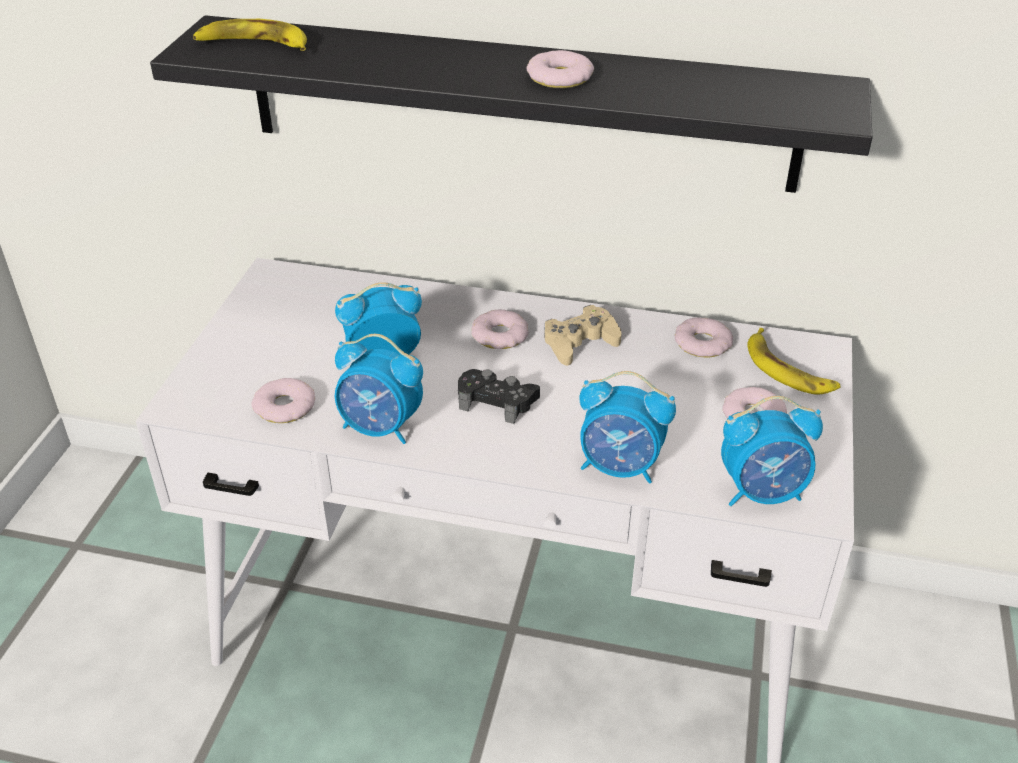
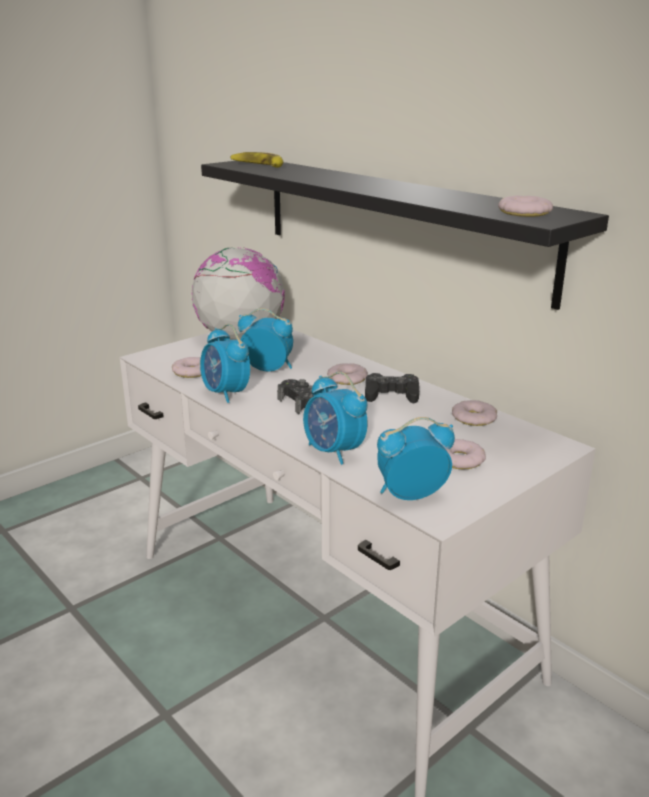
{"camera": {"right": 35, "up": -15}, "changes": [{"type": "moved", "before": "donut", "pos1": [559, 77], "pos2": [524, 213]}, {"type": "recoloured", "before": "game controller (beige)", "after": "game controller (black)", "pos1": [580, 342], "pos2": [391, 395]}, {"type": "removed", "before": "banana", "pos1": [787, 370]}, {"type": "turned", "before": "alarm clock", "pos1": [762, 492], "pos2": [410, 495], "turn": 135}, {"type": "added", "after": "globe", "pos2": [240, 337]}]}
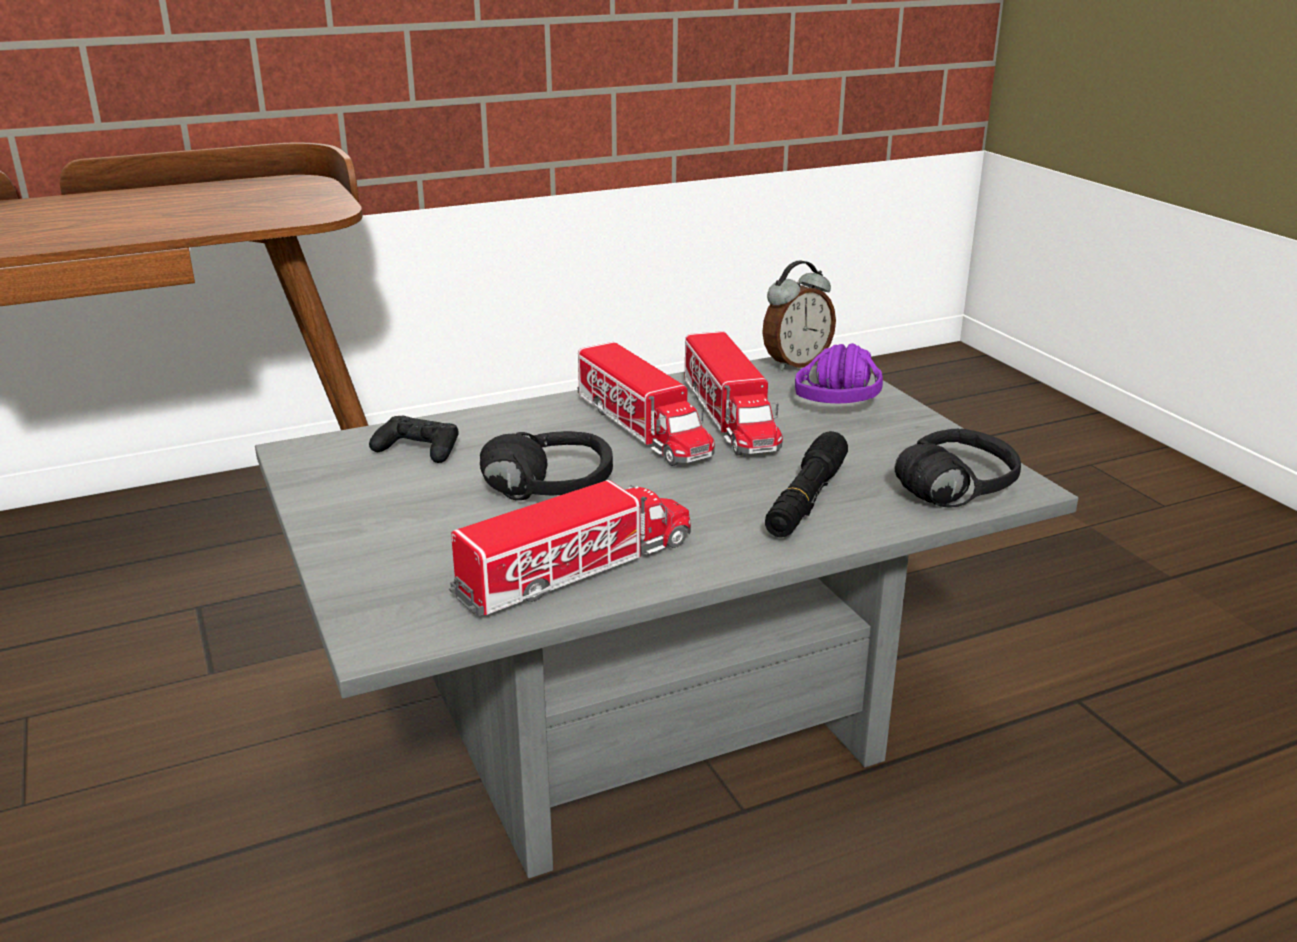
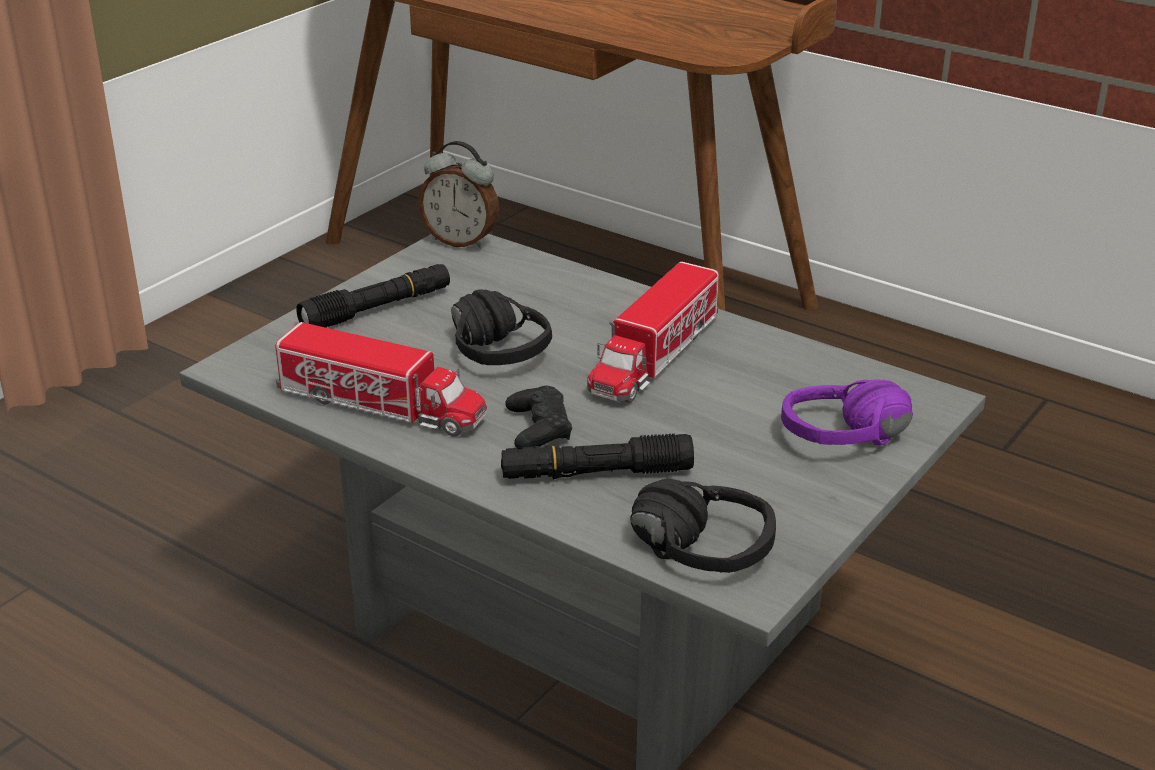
{"camera": {"right": 60, "up": 5}, "changes": [{"type": "moved", "before": "alarm clock", "pos1": [795, 363], "pos2": [461, 241]}, {"type": "removed", "before": "toy truck", "pos1": [730, 417]}, {"type": "moved", "before": "game controller (black)", "pos1": [418, 449], "pos2": [538, 428]}, {"type": "added", "after": "flashlight (black)", "pos2": [377, 309]}]}
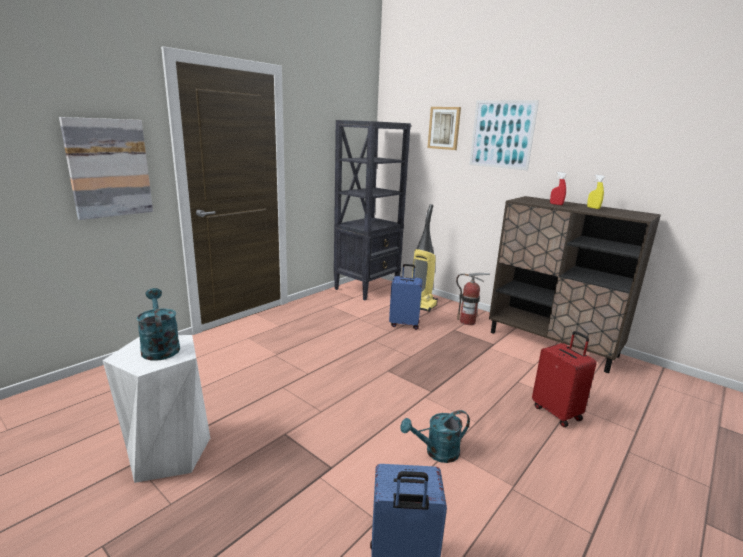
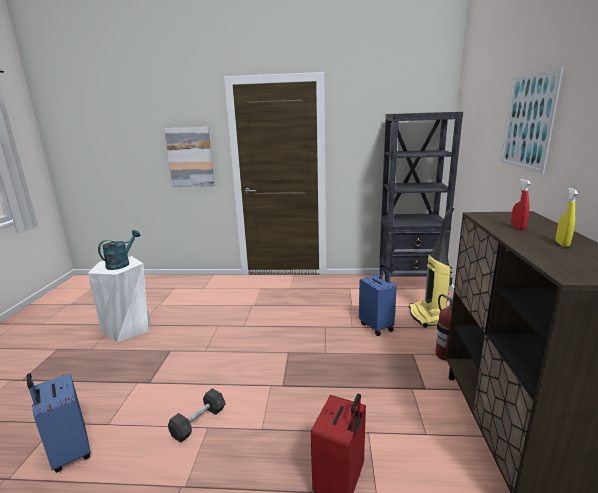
{"camera": {"right": 55, "up": 0}, "changes": [{"type": "removed", "before": "picture", "pos1": [444, 128]}, {"type": "replaced", "before": "watering can (turquoise)", "after": "dumbbell (grey)", "pos1": [436, 452], "pos2": [199, 422]}]}
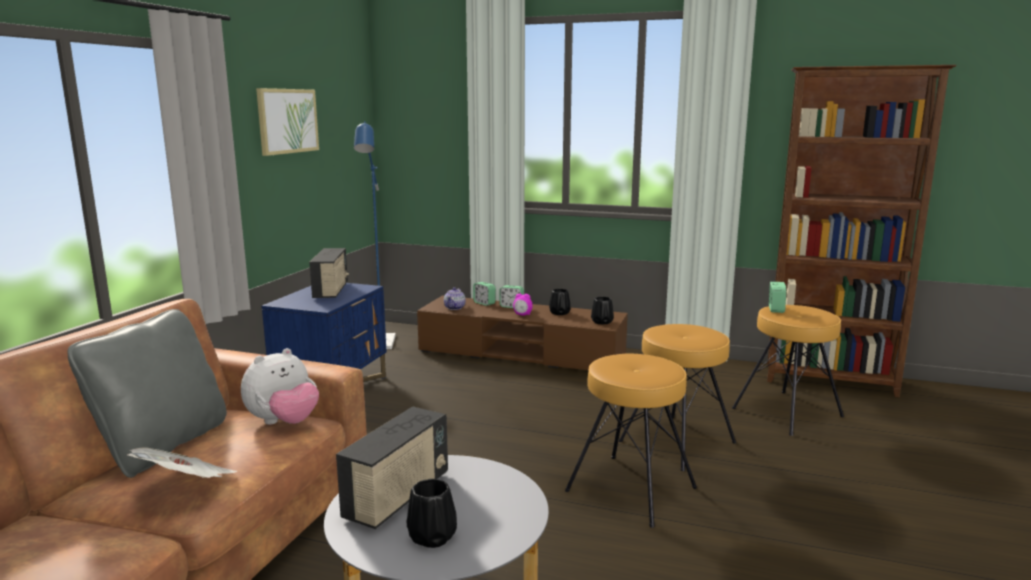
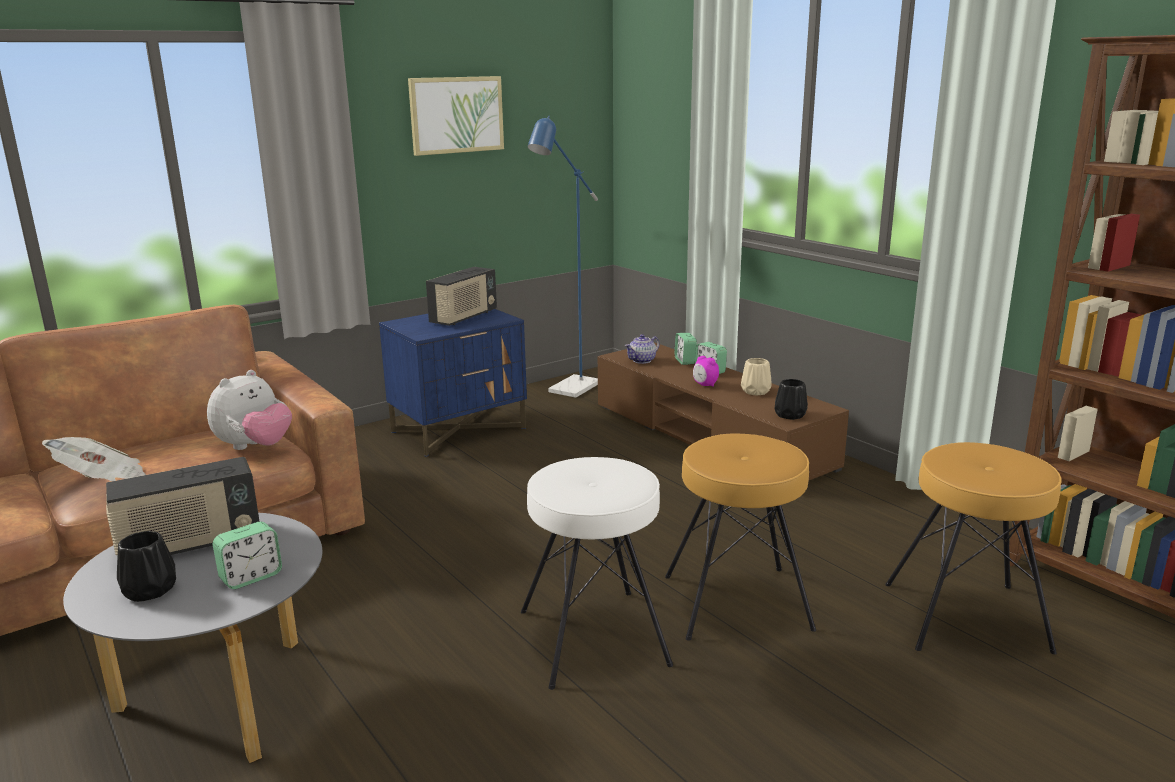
{"camera": {"right": 35, "up": 5}, "changes": [{"type": "moved", "before": "alarm clock", "pos1": [776, 309], "pos2": [251, 577]}, {"type": "recoloured", "before": "vase (black)", "after": "vase (beige)", "pos1": [559, 312], "pos2": [755, 391]}, {"type": "removed", "before": "pillow (grey)", "pos1": [162, 445]}, {"type": "turned", "before": "plush toy", "pos1": [284, 422], "pos2": [254, 447], "turn": -45}, {"type": "recoloured", "before": "stool (brown)", "after": "stool (white)", "pos1": [631, 488], "pos2": [594, 636]}]}
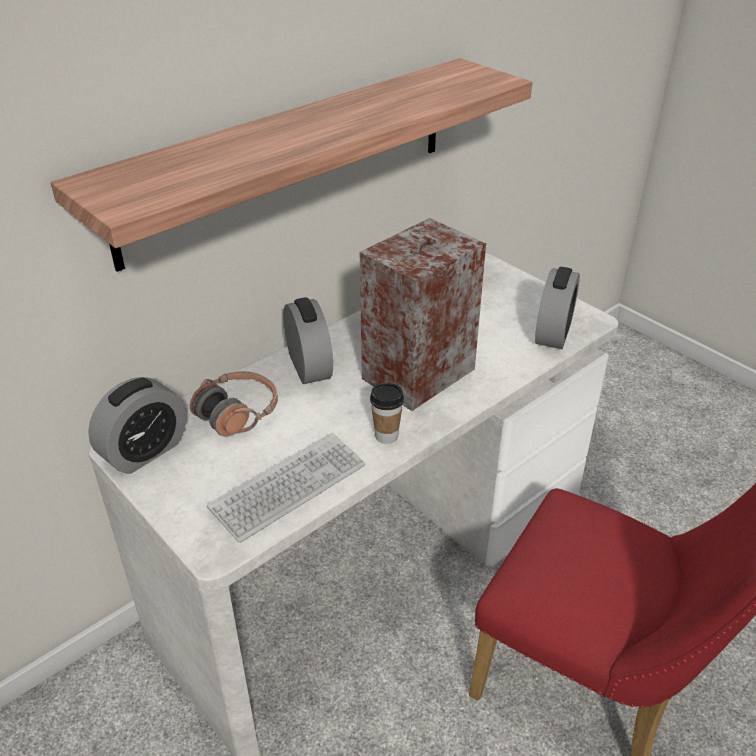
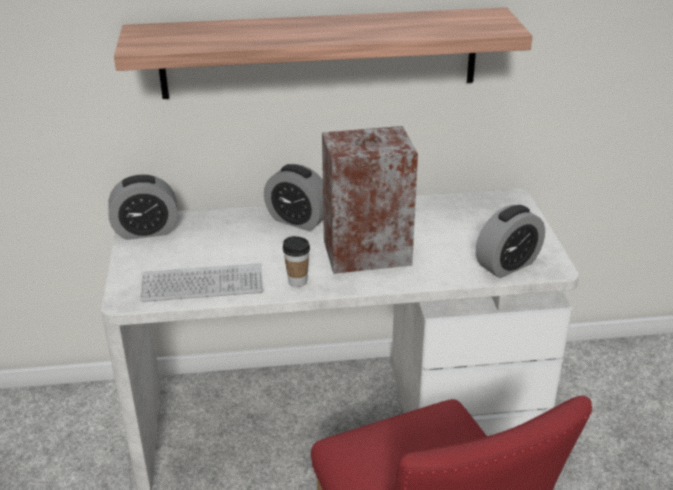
{"camera": {"right": 35, "up": -5}, "changes": [{"type": "turned", "before": "alarm clock", "pos1": [309, 366], "pos2": [298, 220], "turn": 105}, {"type": "removed", "before": "headphones", "pos1": [238, 413]}]}
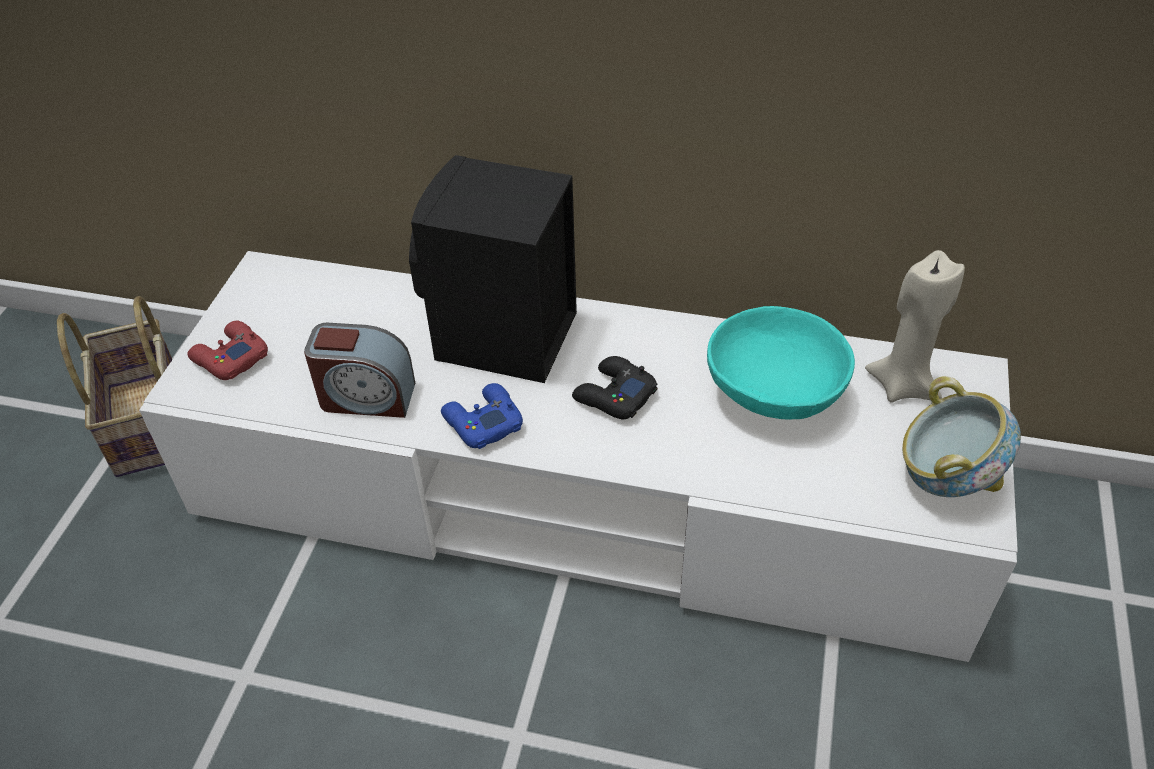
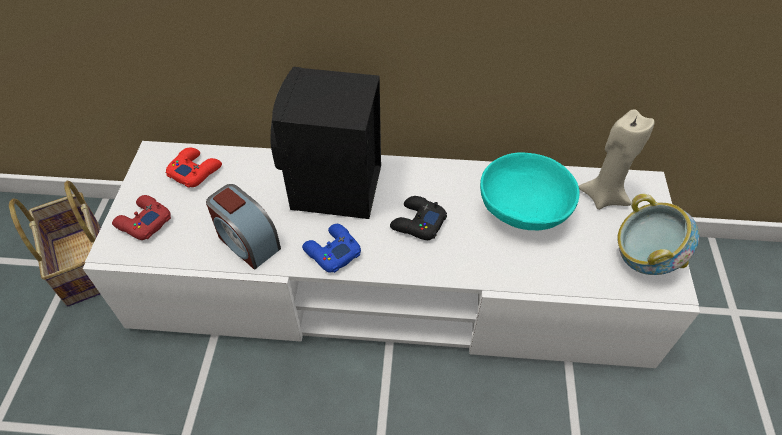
{"camera": {"right": -10, "up": 5}, "changes": [{"type": "turned", "before": "alarm clock", "pos1": [366, 397], "pos2": [247, 242], "turn": 45}, {"type": "added", "after": "game controller (red)", "pos2": [195, 171]}]}
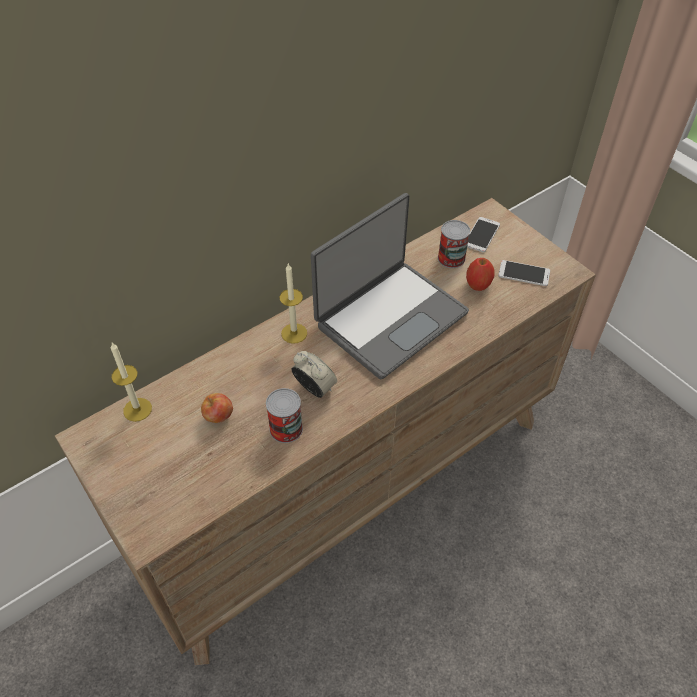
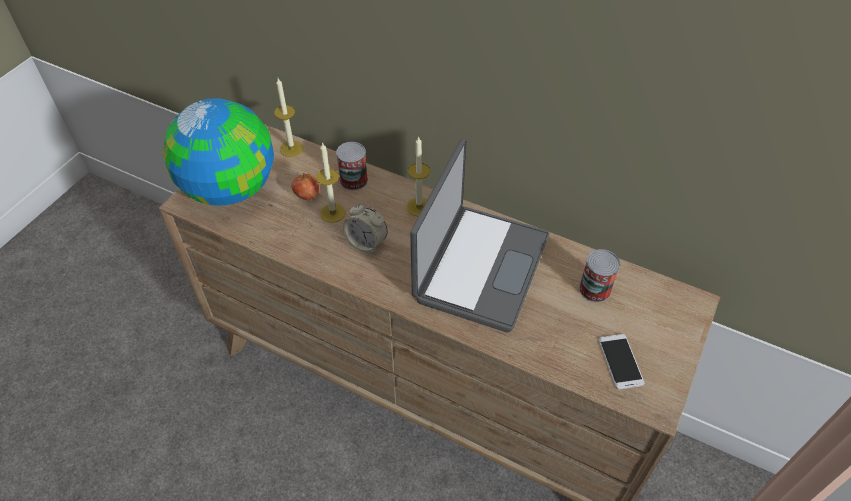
{"camera": {"right": 65, "up": 0}, "changes": [{"type": "turned", "before": "laptop", "pos1": [389, 318], "pos2": [479, 267], "turn": -90}, {"type": "removed", "before": "phone", "pos1": [481, 235]}, {"type": "removed", "before": "apple", "pos1": [478, 285]}, {"type": "turned", "before": "alarm clock", "pos1": [314, 388], "pos2": [366, 243], "turn": 105}, {"type": "moved", "before": "can", "pos1": [286, 428], "pos2": [353, 180]}, {"type": "added", "after": "globe", "pos2": [231, 188]}, {"type": "added", "after": "candle", "pos2": [332, 213]}]}
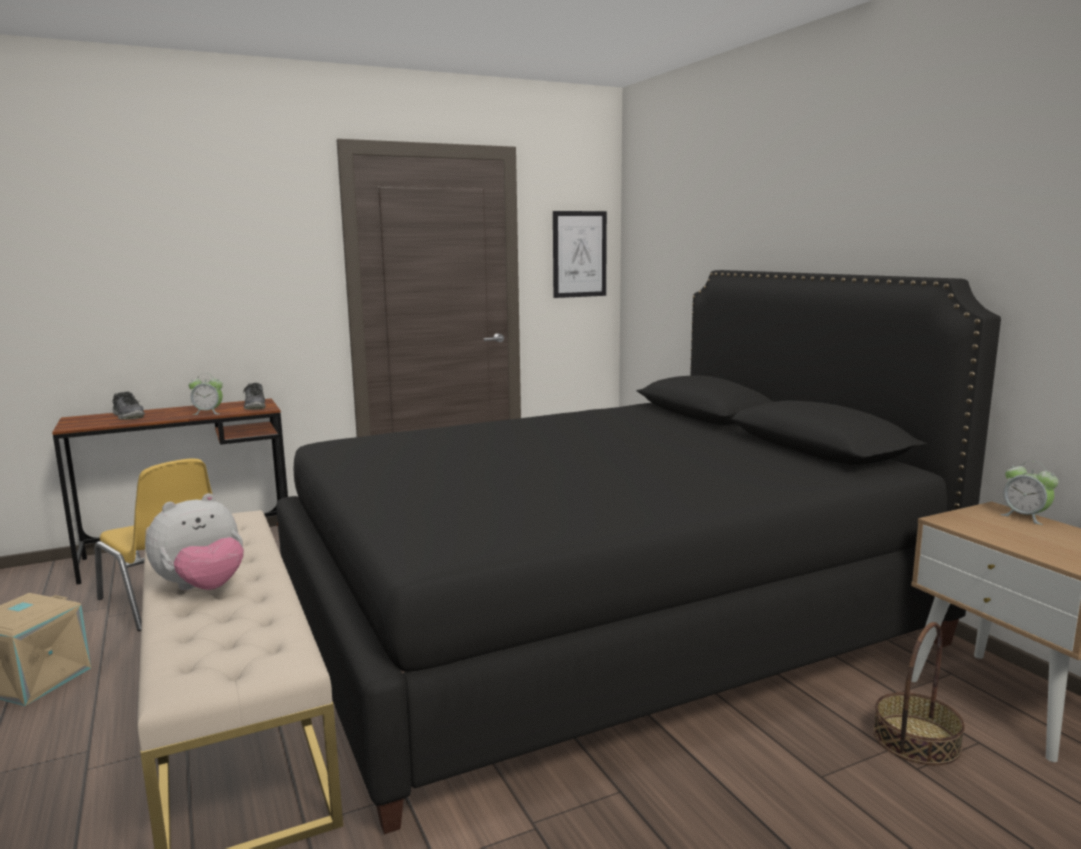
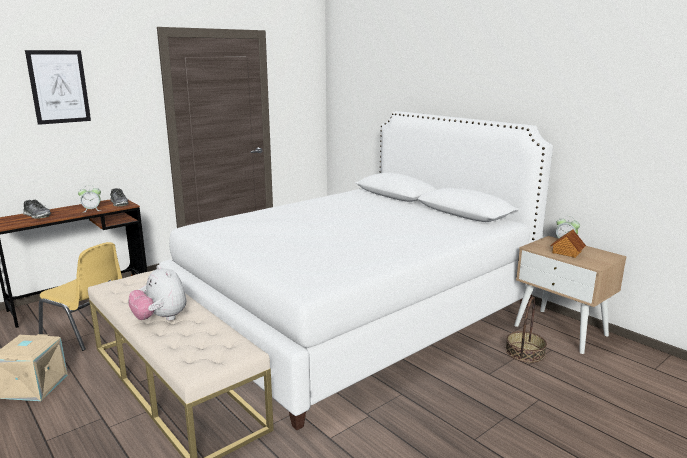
{"camera": {"right": -15, "up": 5}, "changes": [{"type": "moved", "before": "picture", "pos1": [579, 254], "pos2": [59, 87]}, {"type": "recoloured", "before": "bed (black)", "after": "bed (white)", "pos1": [598, 619], "pos2": [354, 313]}, {"type": "turned", "before": "plush toy", "pos1": [203, 588], "pos2": [161, 319], "turn": 105}, {"type": "added", "after": "toy house", "pos2": [566, 252]}]}
